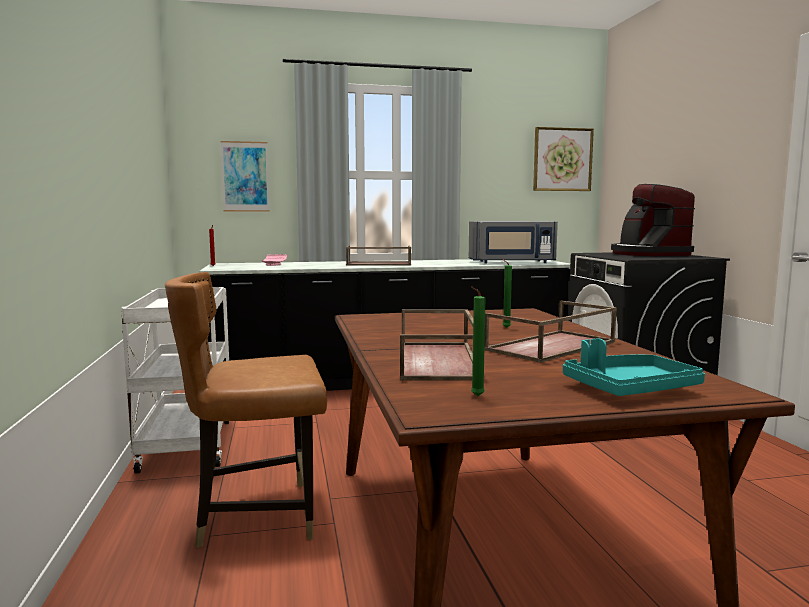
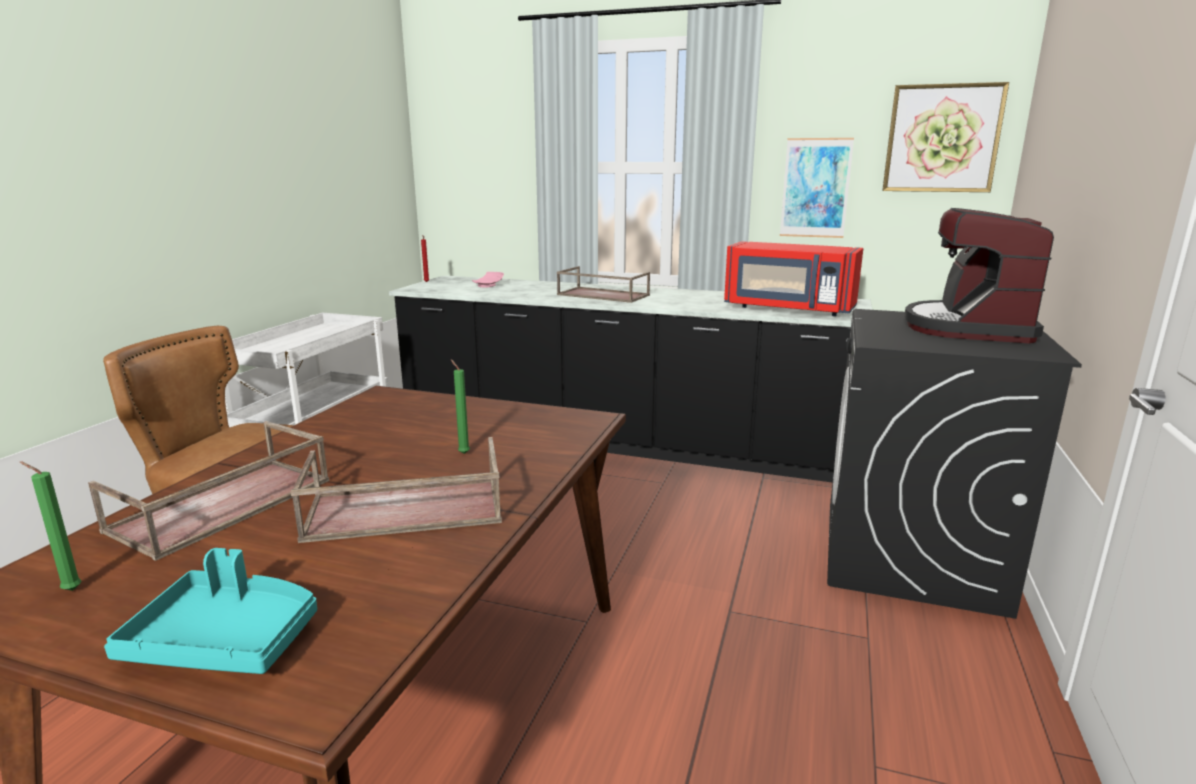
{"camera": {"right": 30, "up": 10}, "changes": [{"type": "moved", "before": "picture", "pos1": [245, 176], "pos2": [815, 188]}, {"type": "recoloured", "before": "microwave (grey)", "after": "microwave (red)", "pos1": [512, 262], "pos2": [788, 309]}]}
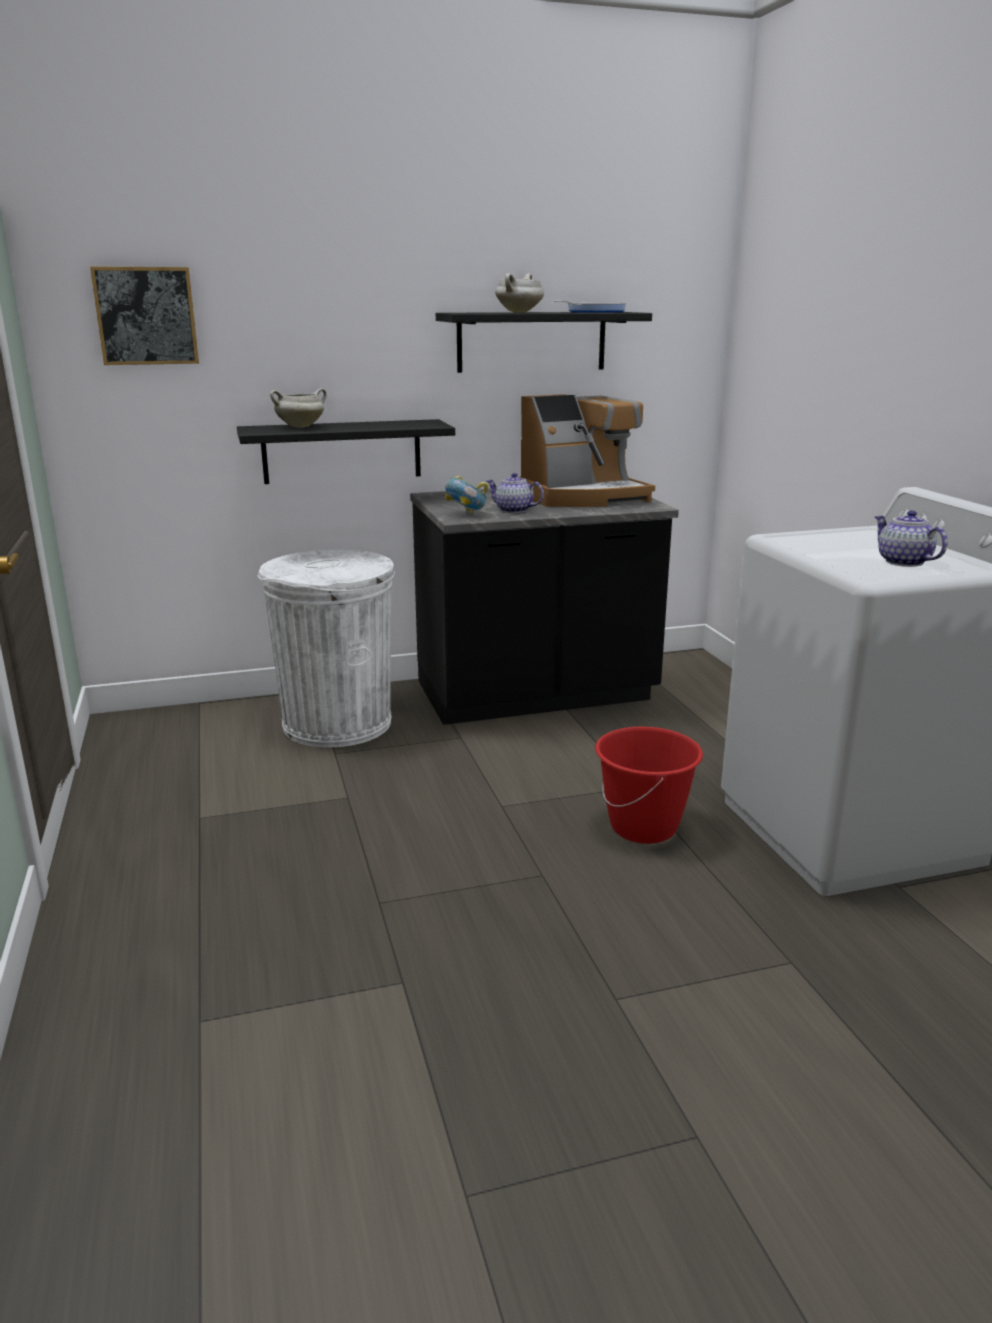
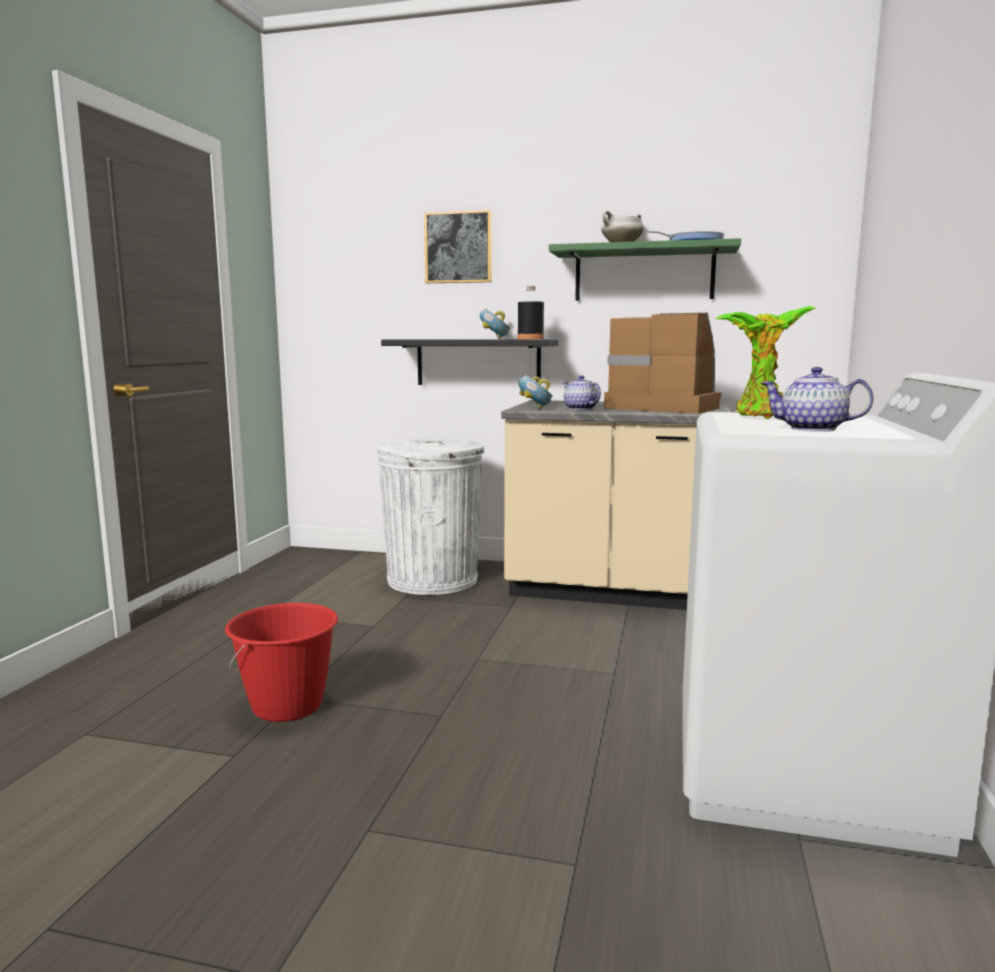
{"camera": {"right": 30, "up": -10}, "changes": [{"type": "moved", "before": "picture", "pos1": [146, 316], "pos2": [458, 247]}, {"type": "recoloured", "before": "shelf (black)", "after": "shelf (green)", "pos1": [531, 341], "pos2": [644, 274]}, {"type": "removed", "before": "cooking pot (white)", "pos1": [300, 426]}, {"type": "turned", "before": "coffee machine", "pos1": [582, 497], "pos2": [663, 407], "turn": -150}, {"type": "recoloured", "before": "counter (black)", "after": "counter (beige)", "pos1": [535, 695], "pos2": [613, 590]}, {"type": "turned", "before": "teapot", "pos1": [903, 562], "pos2": [812, 429], "turn": -75}, {"type": "moved", "before": "bucket (red)", "pos1": [644, 827], "pos2": [288, 706]}, {"type": "added", "after": "bottle (black)", "pos2": [530, 339]}, {"type": "added", "after": "potted plant", "pos2": [766, 416]}, {"type": "added", "after": "bowl", "pos2": [495, 339]}]}
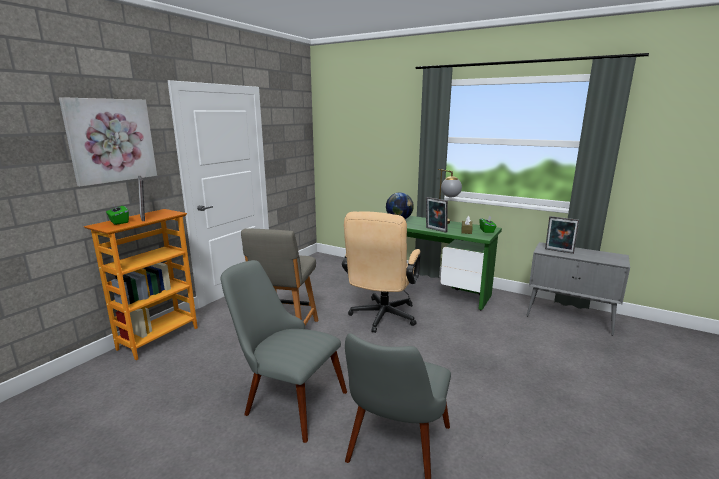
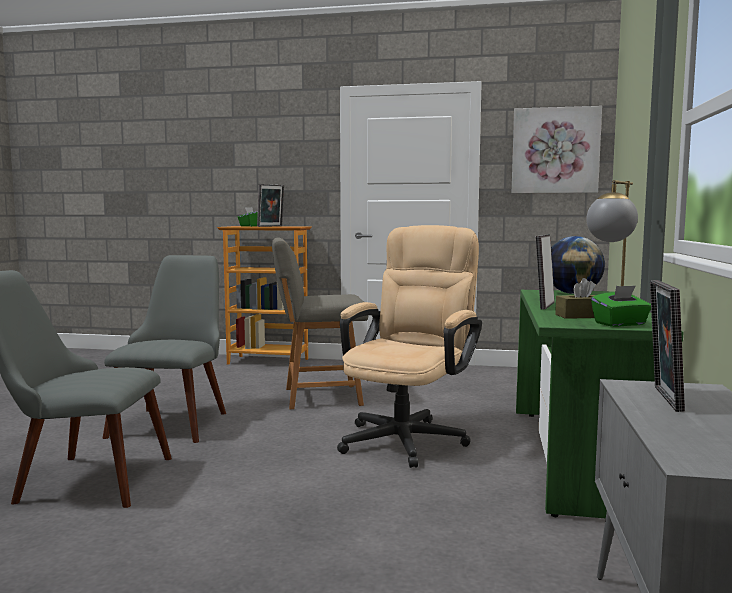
{"camera": {"right": 70, "up": -10}, "changes": [{"type": "moved", "before": "picture", "pos1": [111, 140], "pos2": [555, 150]}, {"type": "turned", "before": "office chair (beige)", "pos1": [381, 318], "pos2": [408, 437], "turn": 120}]}
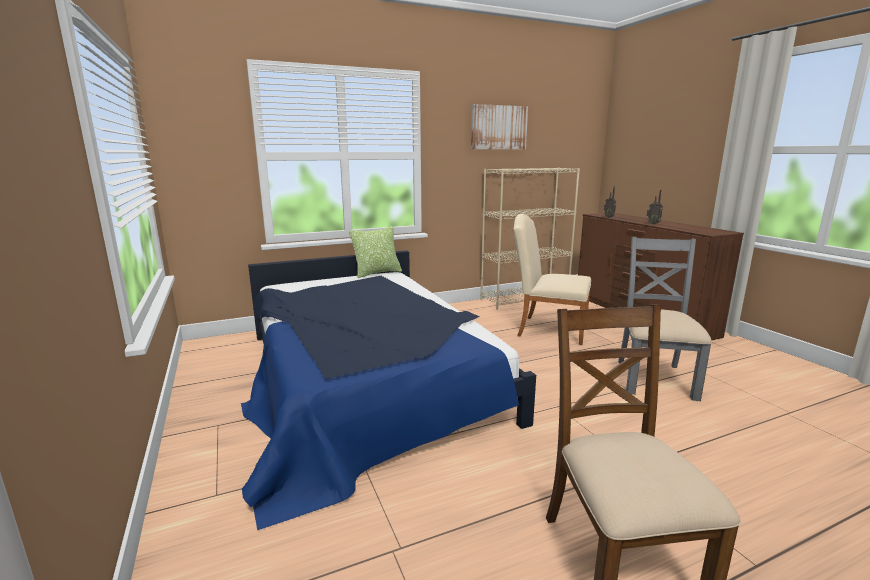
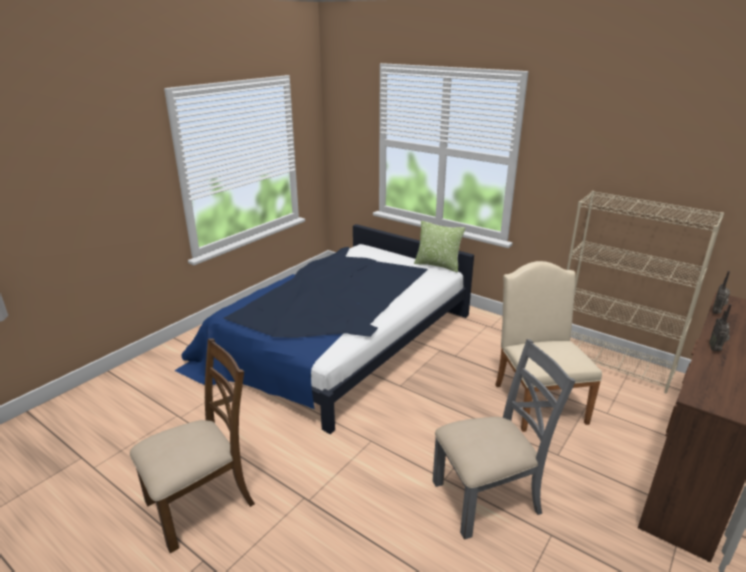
{"camera": {"right": 60, "up": 10}, "changes": [{"type": "removed", "before": "picture", "pos1": [498, 127]}]}
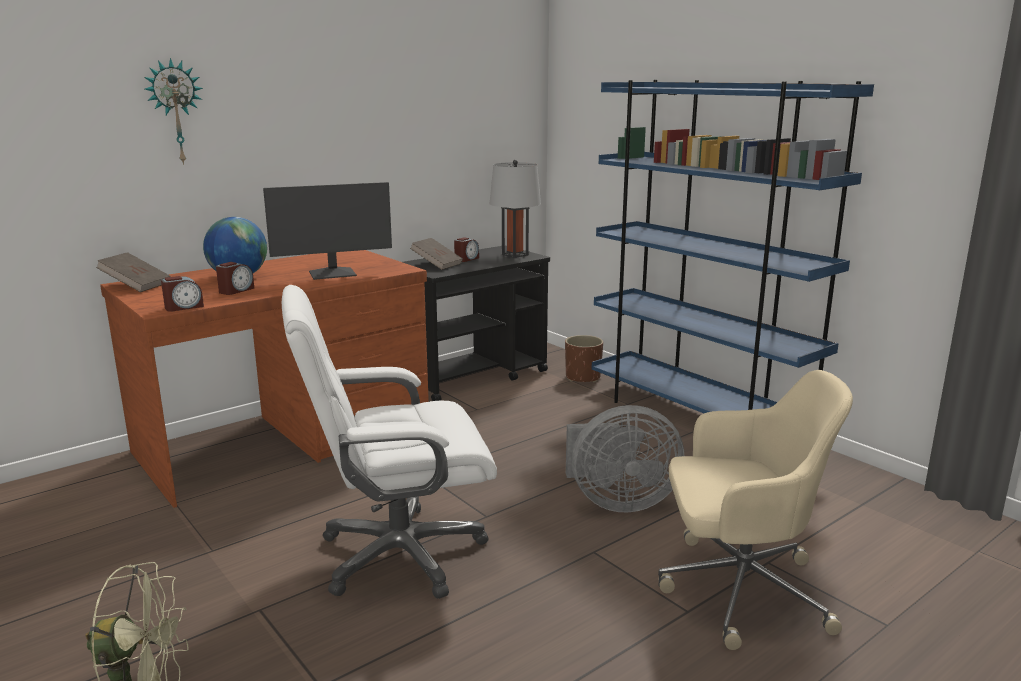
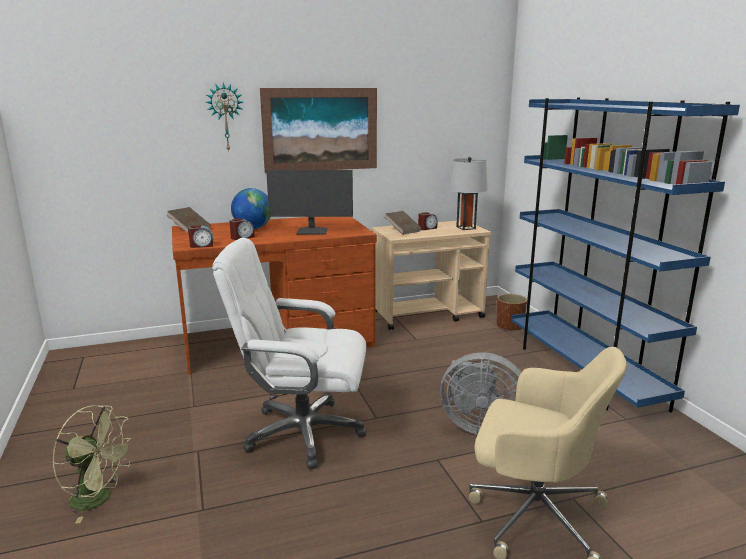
{"camera": {"right": 20, "up": 0}, "changes": [{"type": "recoloured", "before": "cart (black)", "after": "cart (beige)", "pos1": [474, 376], "pos2": [428, 315]}, {"type": "added", "after": "picture", "pos2": [320, 130]}]}
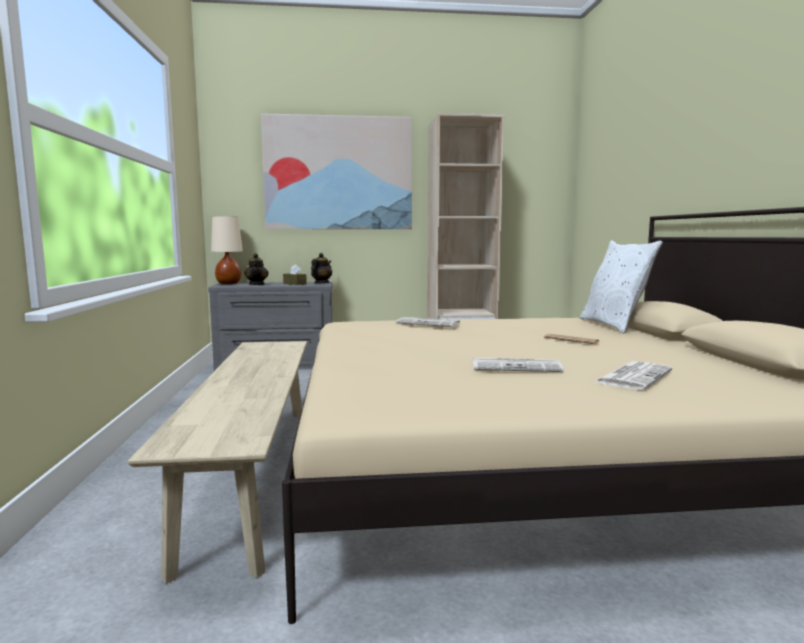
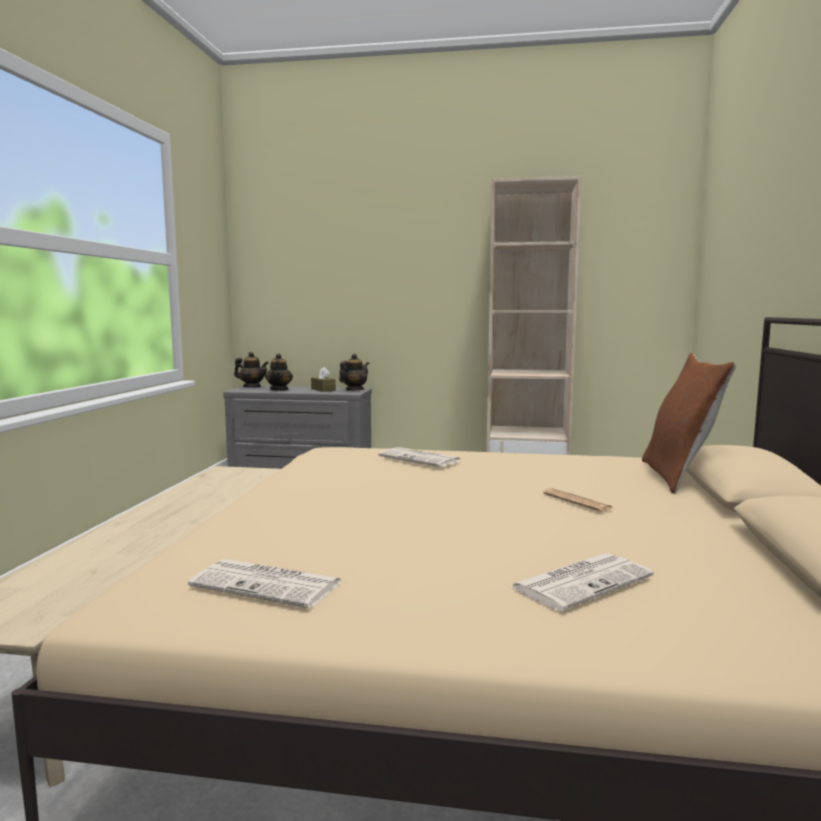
{"camera": {"right": 15, "up": 0}, "changes": [{"type": "removed", "before": "picture", "pos1": [338, 173]}, {"type": "replaced", "before": "table lamp (beige)", "after": "teapot", "pos1": [228, 283], "pos2": [252, 387]}, {"type": "recoloured", "before": "pillow (white)", "after": "pillow (brown)", "pos1": [614, 325], "pos2": [679, 476]}, {"type": "moved", "before": "newspaper", "pos1": [517, 367], "pos2": [269, 584]}]}
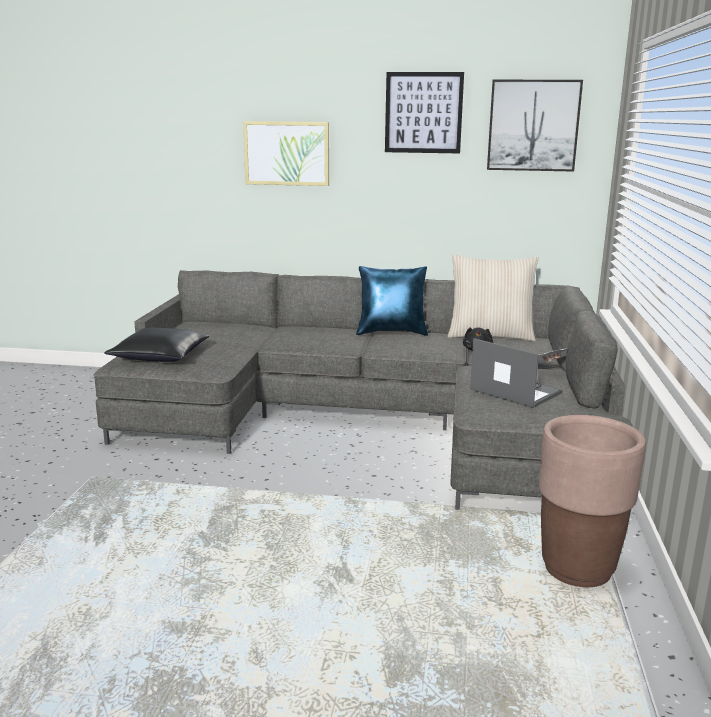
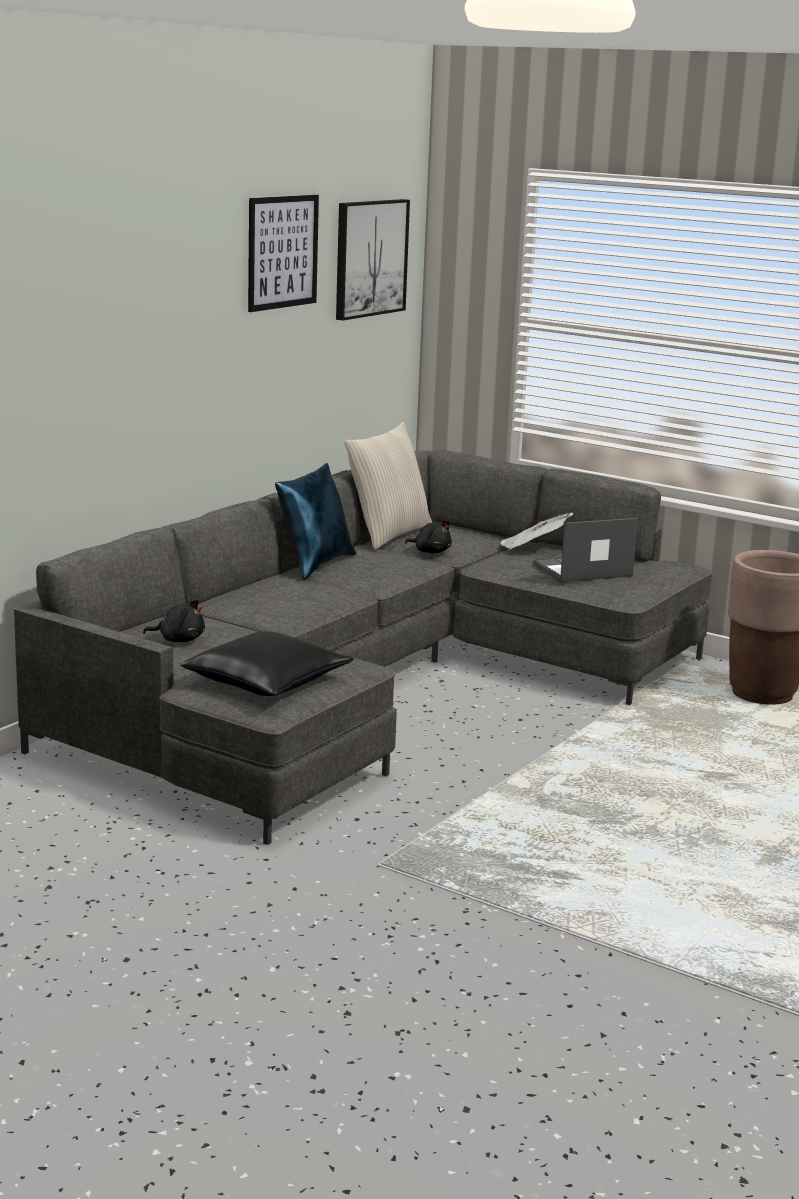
{"camera": {"right": -65, "up": 0}, "changes": [{"type": "removed", "before": "picture", "pos1": [287, 153]}, {"type": "added", "after": "plush toy (black)", "pos2": [179, 640]}]}
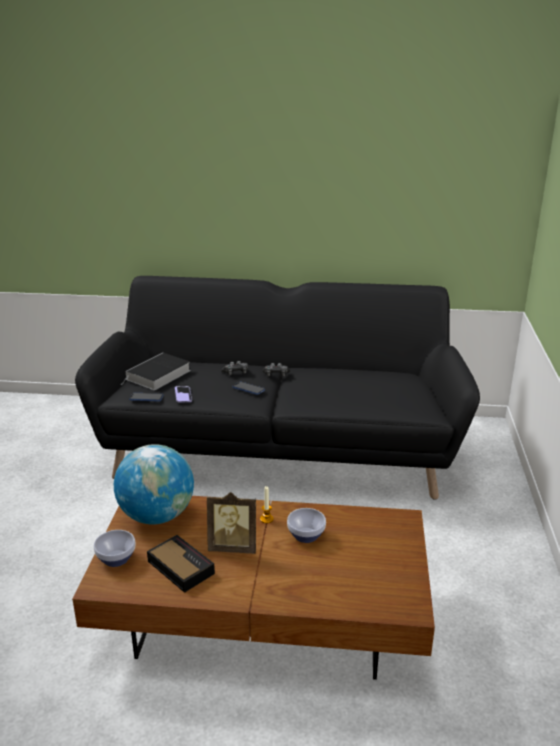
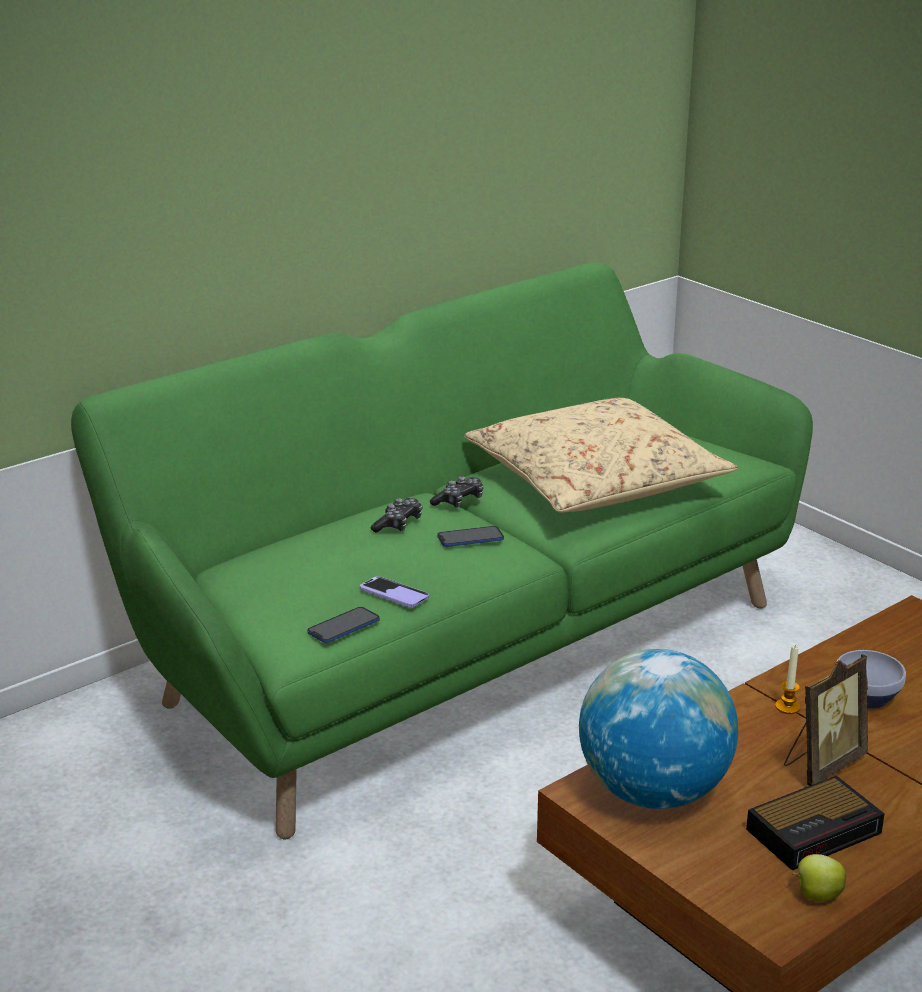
{"camera": {"right": -45, "up": 0}, "changes": [{"type": "recoloured", "before": "sofa (black)", "after": "sofa (green)", "pos1": [280, 448], "pos2": [461, 647]}, {"type": "removed", "before": "book", "pos1": [158, 376]}, {"type": "removed", "before": "bowl", "pos1": [116, 560]}, {"type": "turned", "before": "alarm clock", "pos1": [180, 566], "pos2": [816, 830], "turn": 150}, {"type": "added", "after": "pillow (beige)", "pos2": [595, 480]}, {"type": "added", "after": "apple", "pos2": [816, 895]}]}
